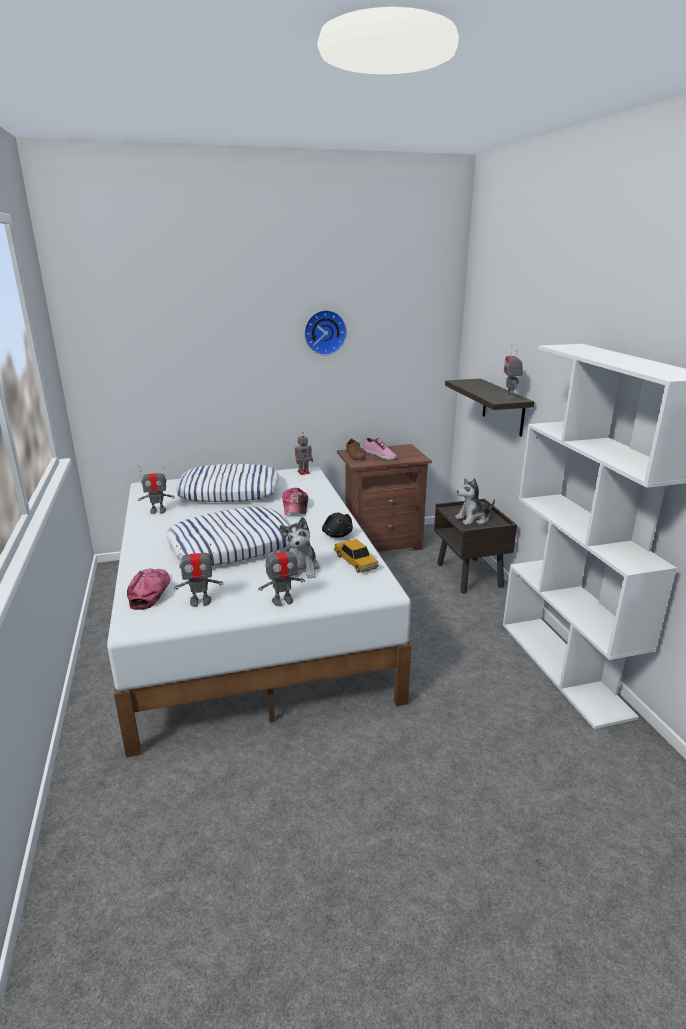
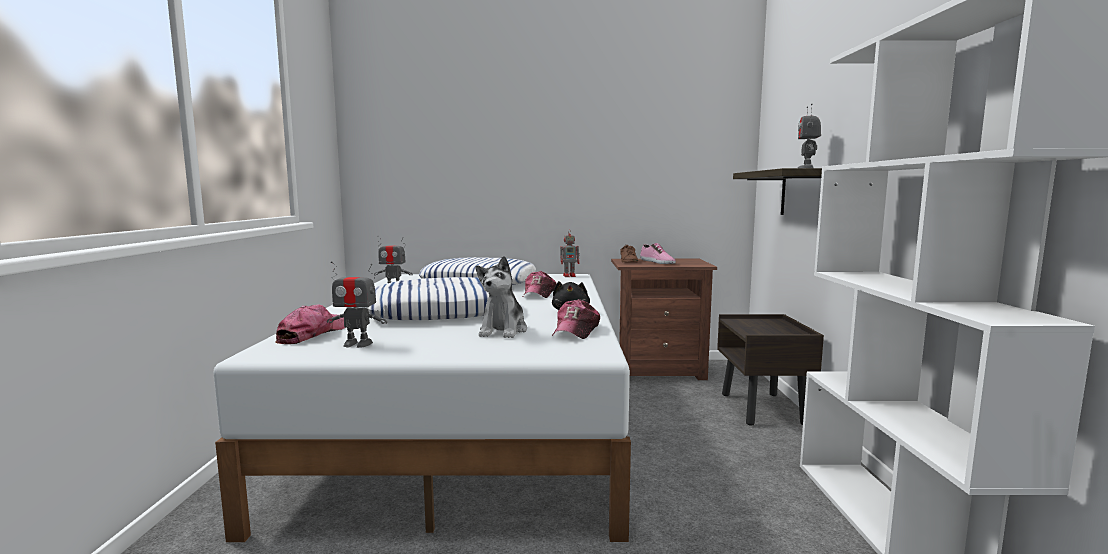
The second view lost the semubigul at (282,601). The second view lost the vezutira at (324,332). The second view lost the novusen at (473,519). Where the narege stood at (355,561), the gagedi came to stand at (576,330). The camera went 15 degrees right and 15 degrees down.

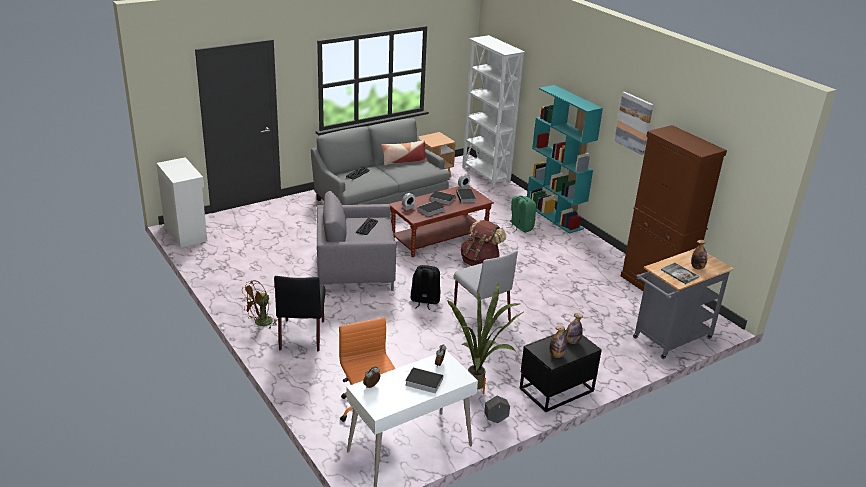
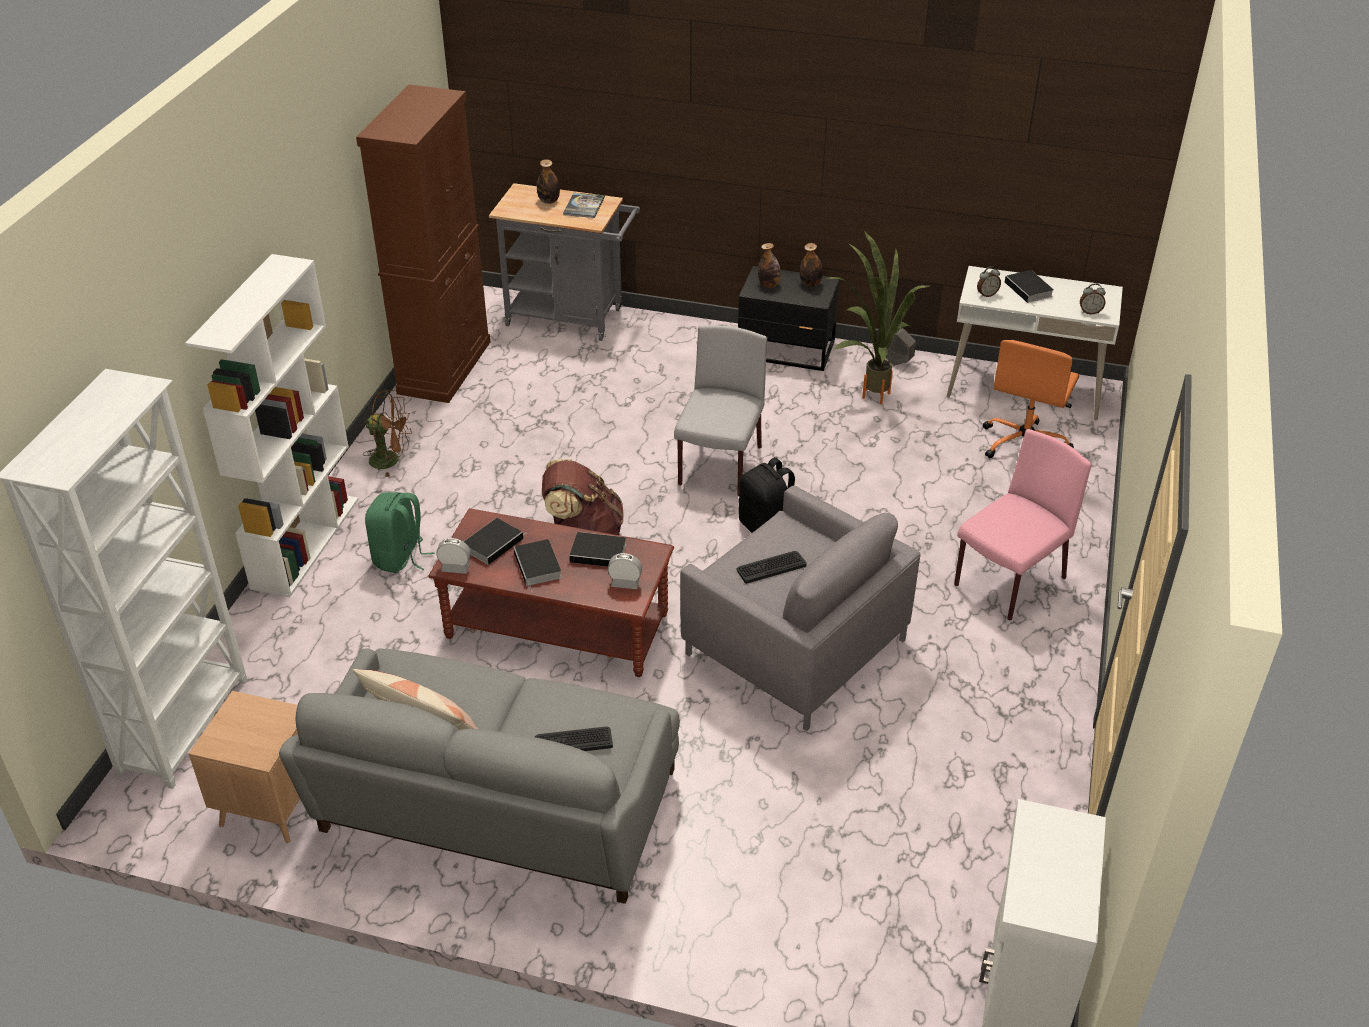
The second view lost the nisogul at (634,123). The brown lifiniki ended up elsewhere, having gone from (260,323) to (391,460). What was the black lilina at (302,334) turned into the pink lilina at (1008,583). What was the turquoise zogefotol at (554,216) turned into the white zogefotol at (305,542). The camera went 130 degrees left and 10 degrees up.

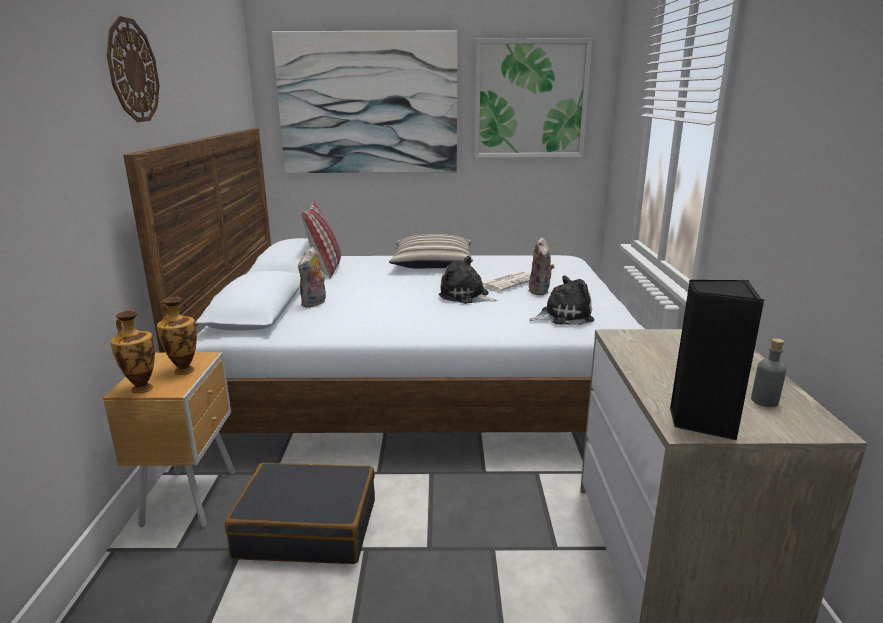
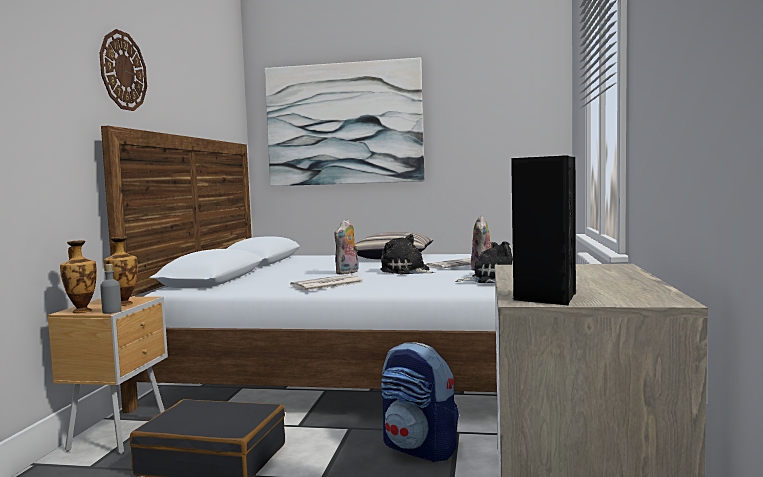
The second view lost the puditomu at (325,268). The second view lost the nisogul at (530,99). The second view gained the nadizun at (327,284). The second view gained the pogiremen at (420,448). The novusen ended up elsewhere, having gone from (314,303) to (347,273). The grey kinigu ended up elsewhere, having gone from (764,401) to (112,311). The camera went 10 degrees right and 15 degrees down.

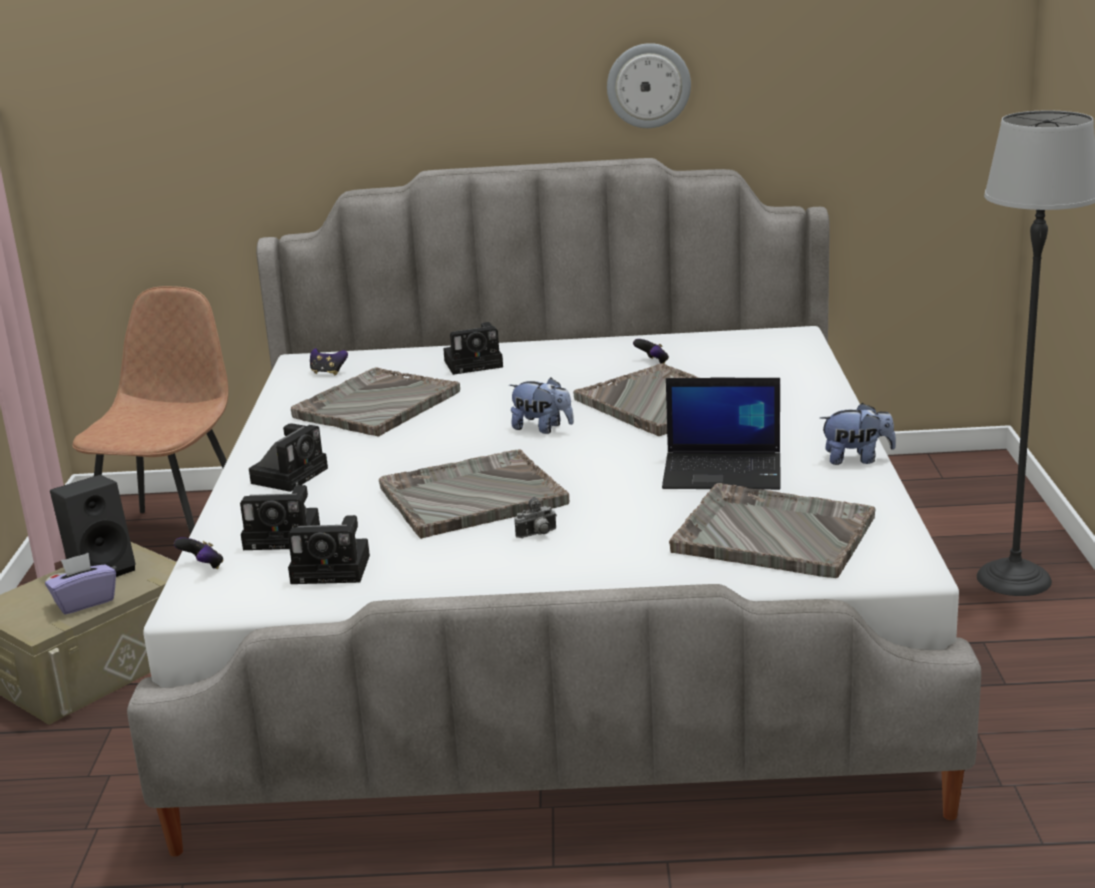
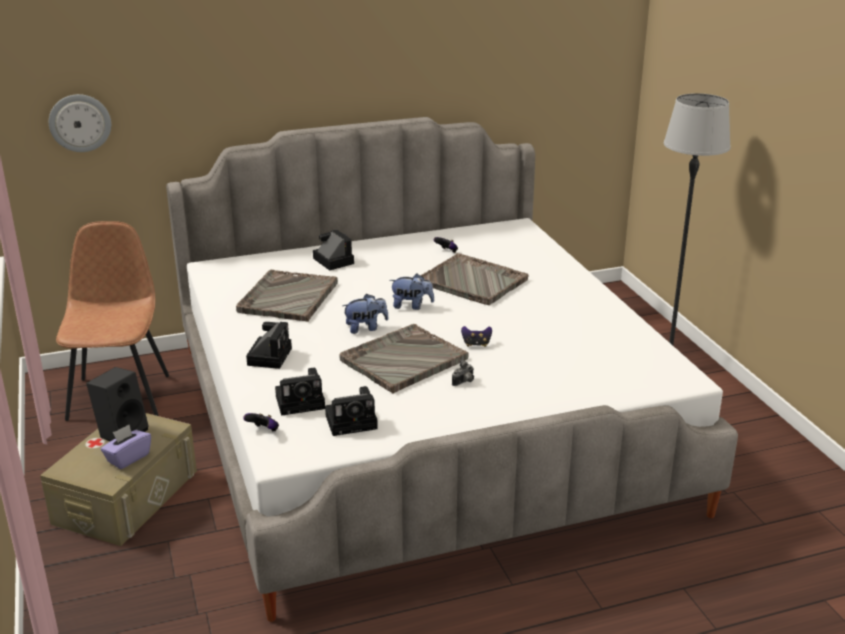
The second view lost the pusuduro at (724,472). The second view lost the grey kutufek at (771,534). The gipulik ended up elsewhere, having gone from (328,372) to (476,344). The vezutira ended up elsewhere, having gone from (648,85) to (80,122). The novusen ended up elsewhere, having gone from (857,459) to (365,328). The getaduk at (476,363) ended up facing another way, 90 degrees counterclockwise from before. The camera went 20 degrees left and 5 degrees up.

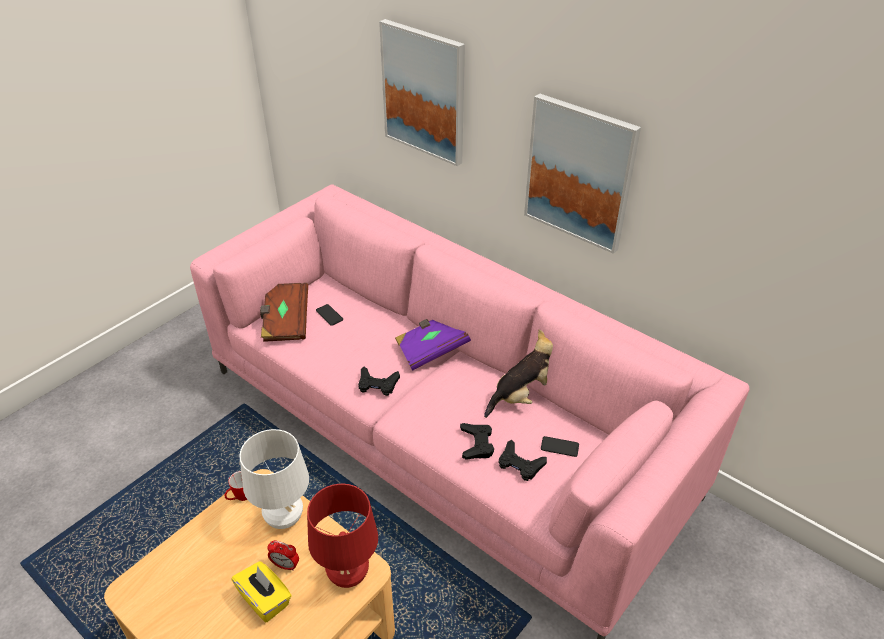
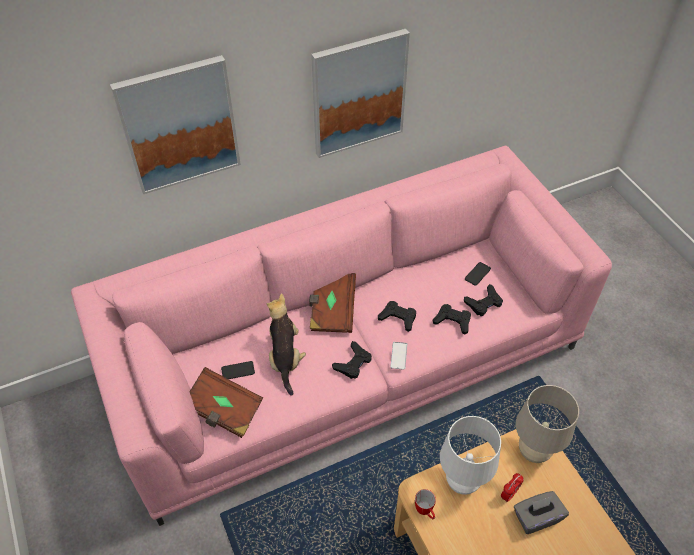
The second view gained the black gipulik at (398,318). The second view gained the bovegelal at (398,355). The novusen ended up elsewhere, having gone from (522,396) to (285,357). What was the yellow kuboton at (265,599) turned into the grey kuboton at (536,517). What was the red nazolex at (348,575) turned into the beige nazolex at (533,452). What was the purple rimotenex at (432,349) turned into the brown rimotenex at (331,310). The camera went 65 degrees left and 10 degrees up.

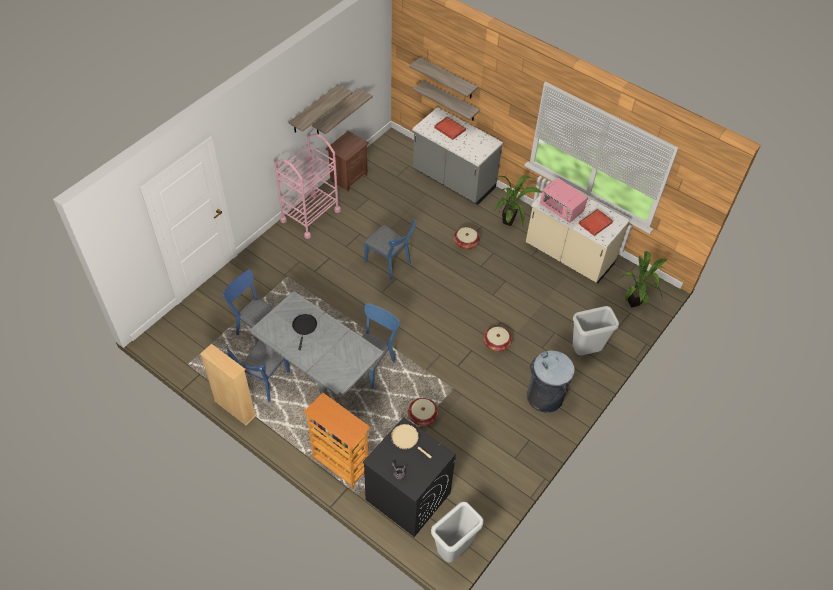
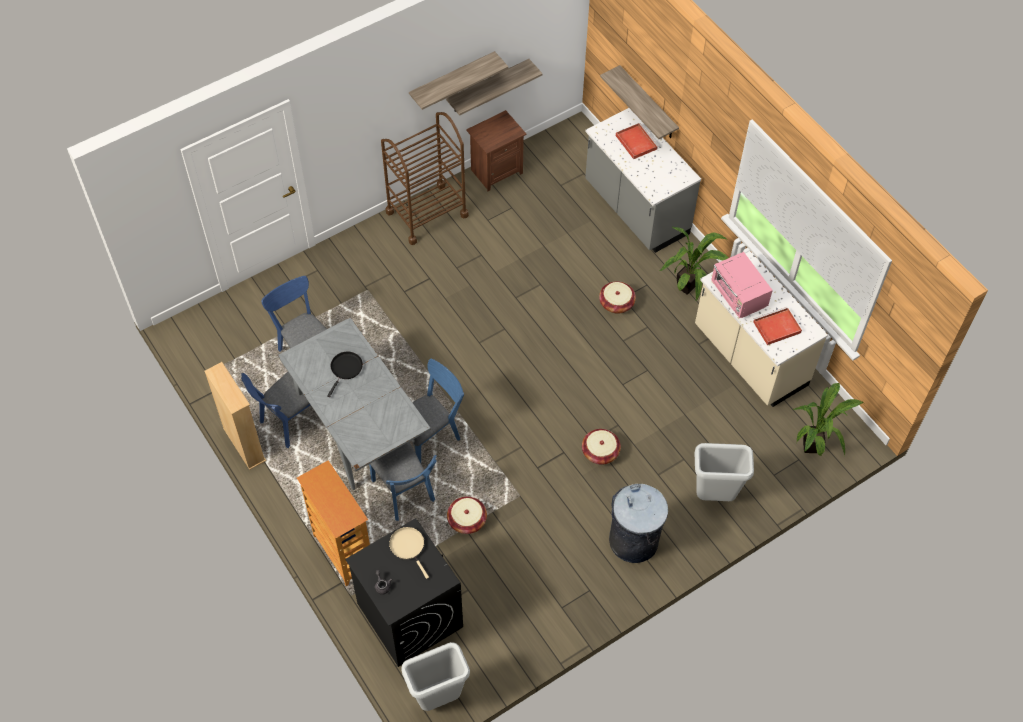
The second view lost the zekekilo at (448,78). The blue lilina ended up elsewhere, having gone from (390,264) to (405,494). What was the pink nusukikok at (310,216) turned into the brown nusukikok at (427,213). The camera went 20 degrees right and 5 degrees up.

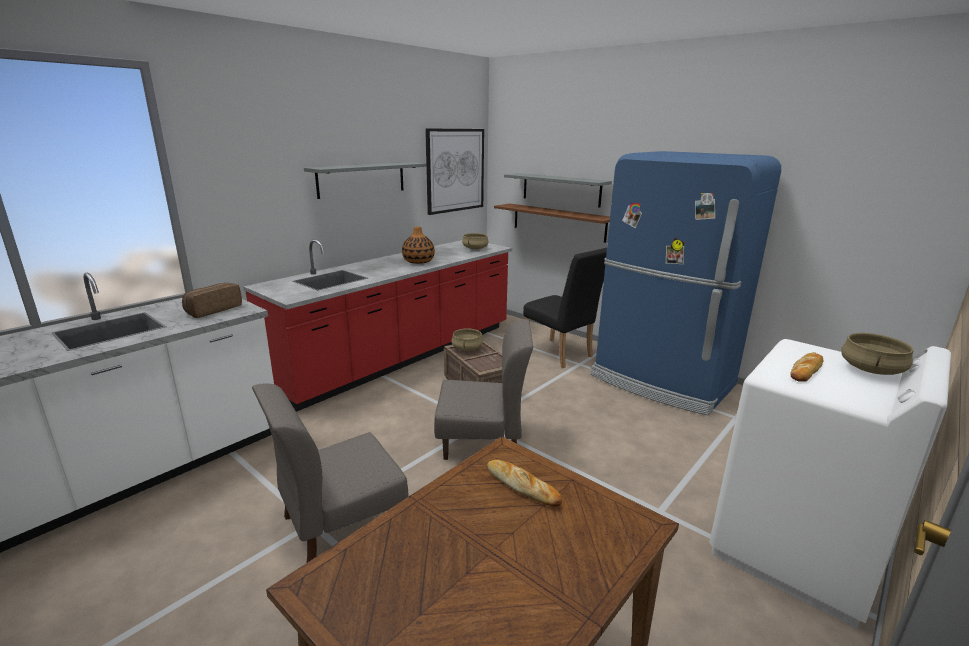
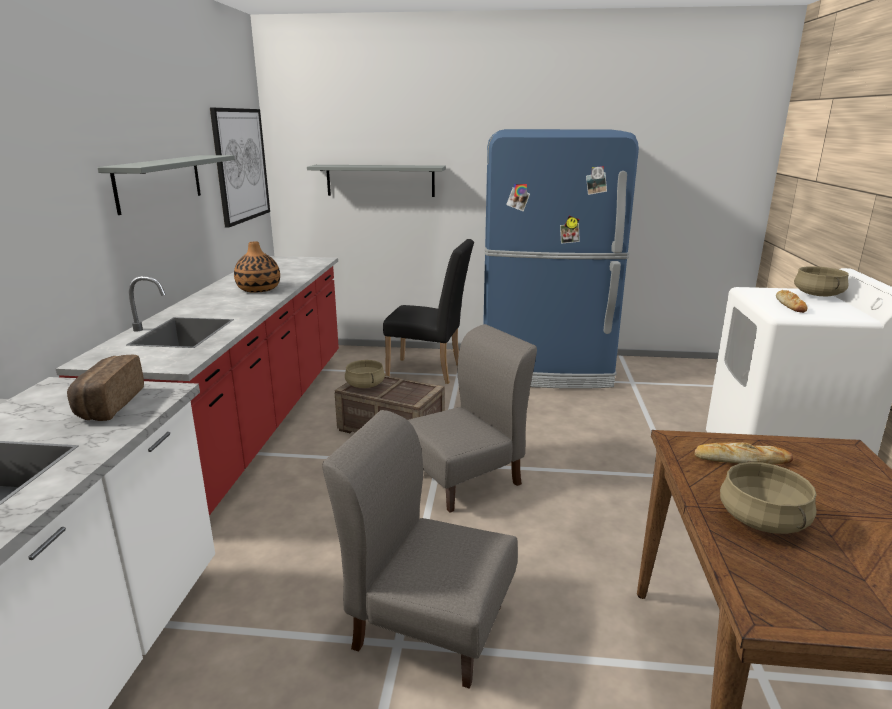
The second view lost the brown zekekilo at (558,222). The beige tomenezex ended up elsewhere, having gone from (475,248) to (763,520). The grey lilina at (340,522) ended up facing another way, 90 degrees clockwise from before. The camera went 35 degrees left and 0 degrees up.

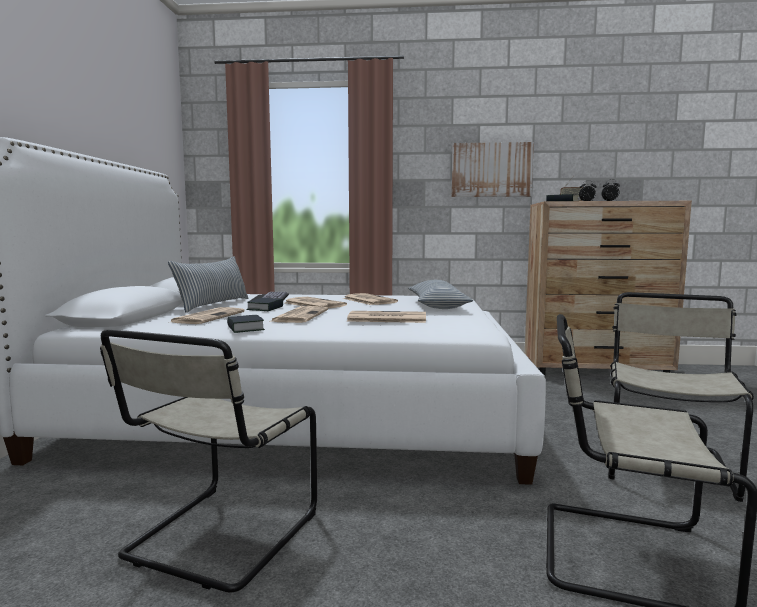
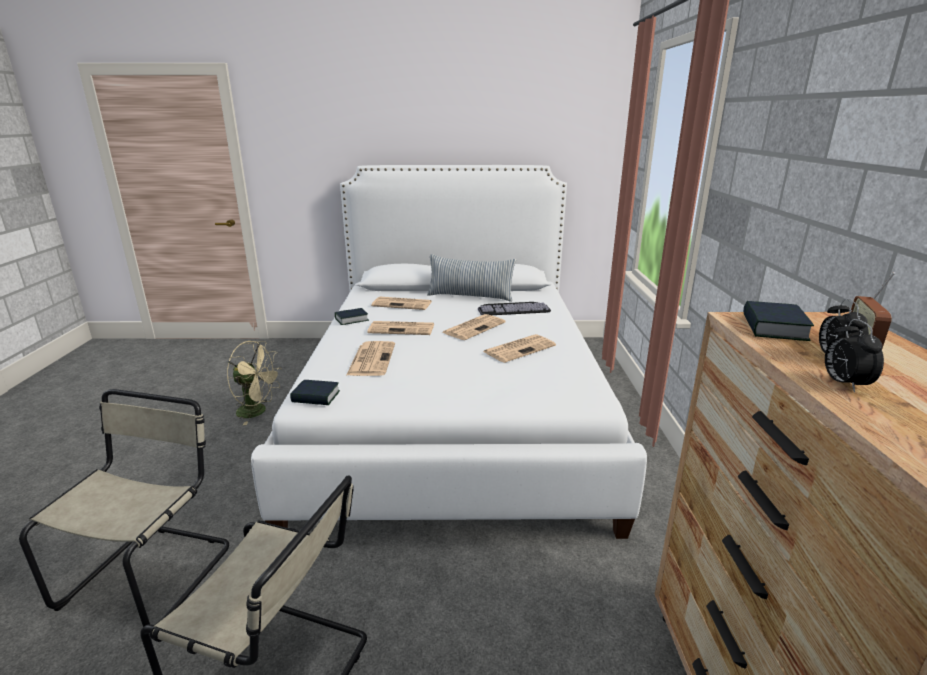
The second view lost the puditomu at (437,306). The second view lost the nisogul at (491,170). The rimotenex ended up elsewhere, having gone from (265,308) to (316,397). Where the beige lilina stood at (218,538), the beige lifiniki came to stand at (258,412). The camera went 85 degrees right and 15 degrees up.

